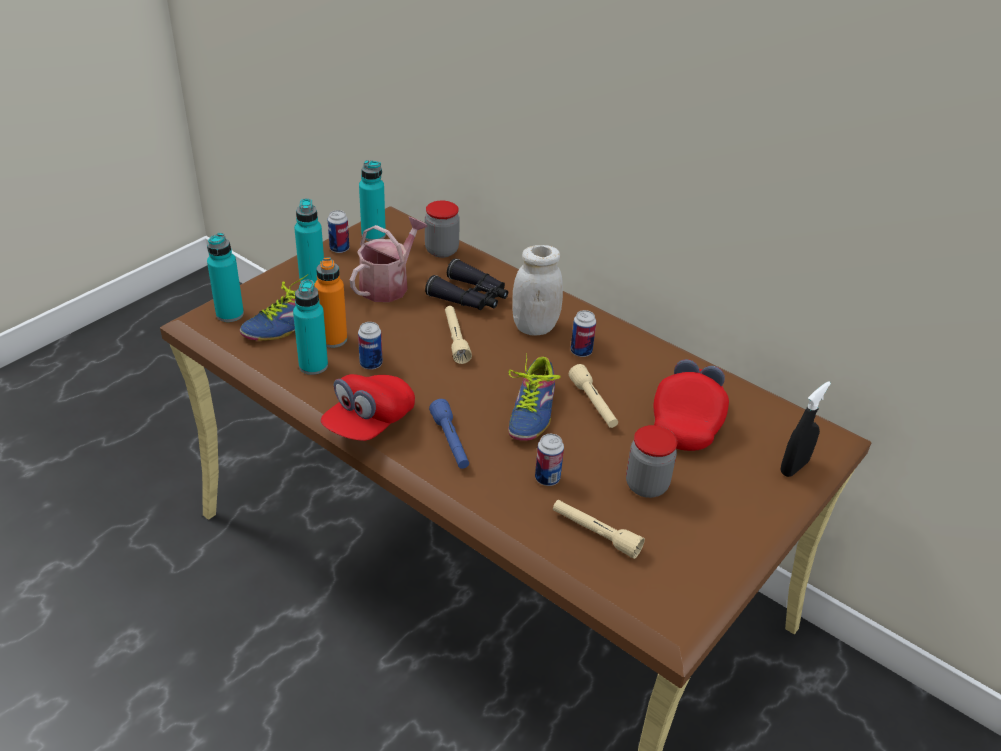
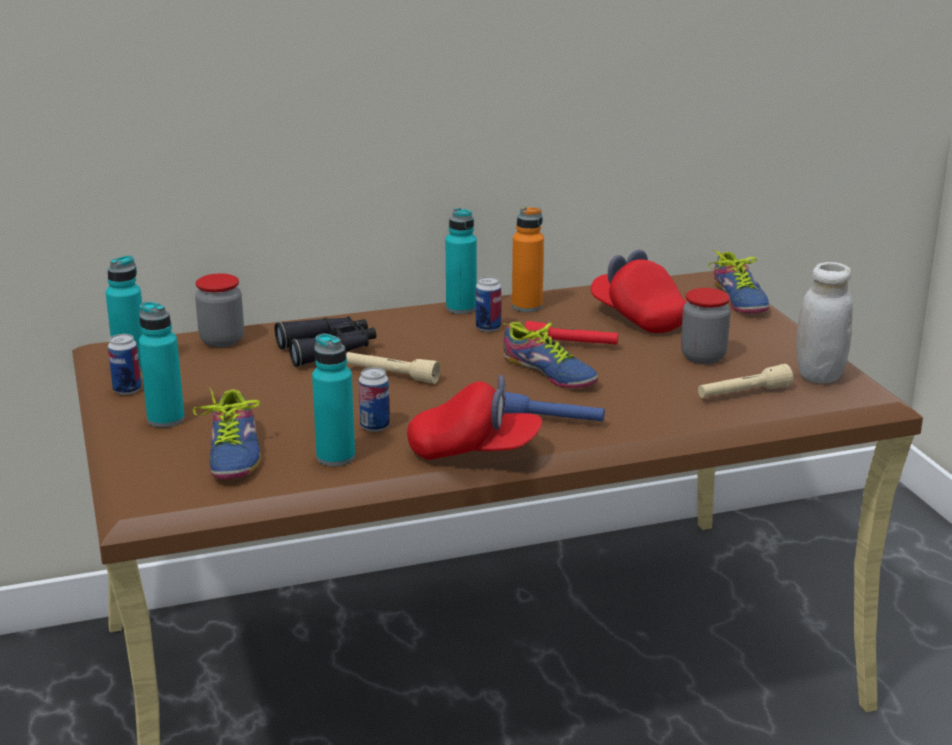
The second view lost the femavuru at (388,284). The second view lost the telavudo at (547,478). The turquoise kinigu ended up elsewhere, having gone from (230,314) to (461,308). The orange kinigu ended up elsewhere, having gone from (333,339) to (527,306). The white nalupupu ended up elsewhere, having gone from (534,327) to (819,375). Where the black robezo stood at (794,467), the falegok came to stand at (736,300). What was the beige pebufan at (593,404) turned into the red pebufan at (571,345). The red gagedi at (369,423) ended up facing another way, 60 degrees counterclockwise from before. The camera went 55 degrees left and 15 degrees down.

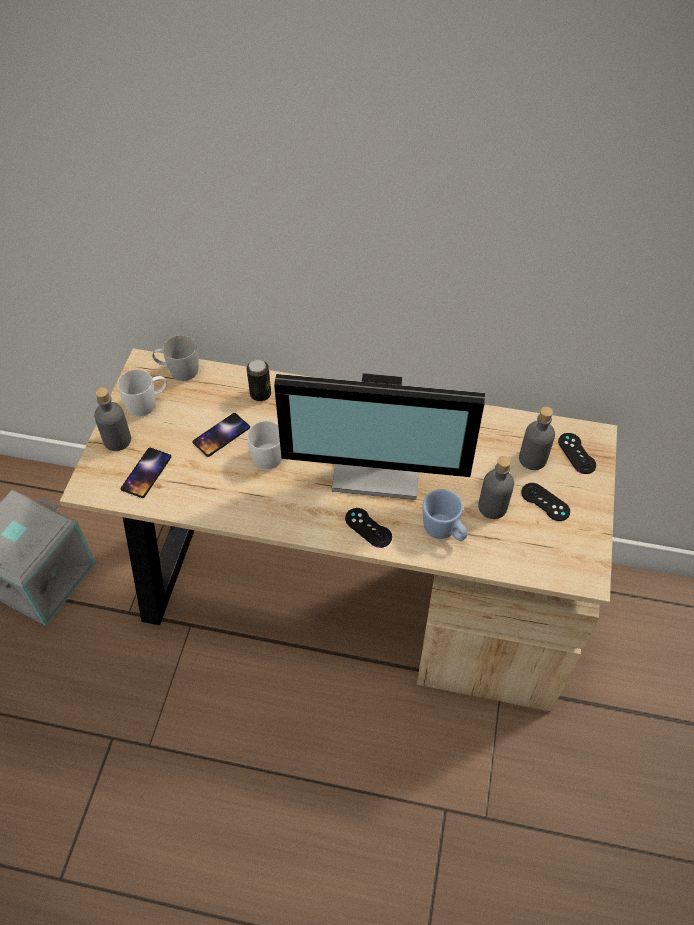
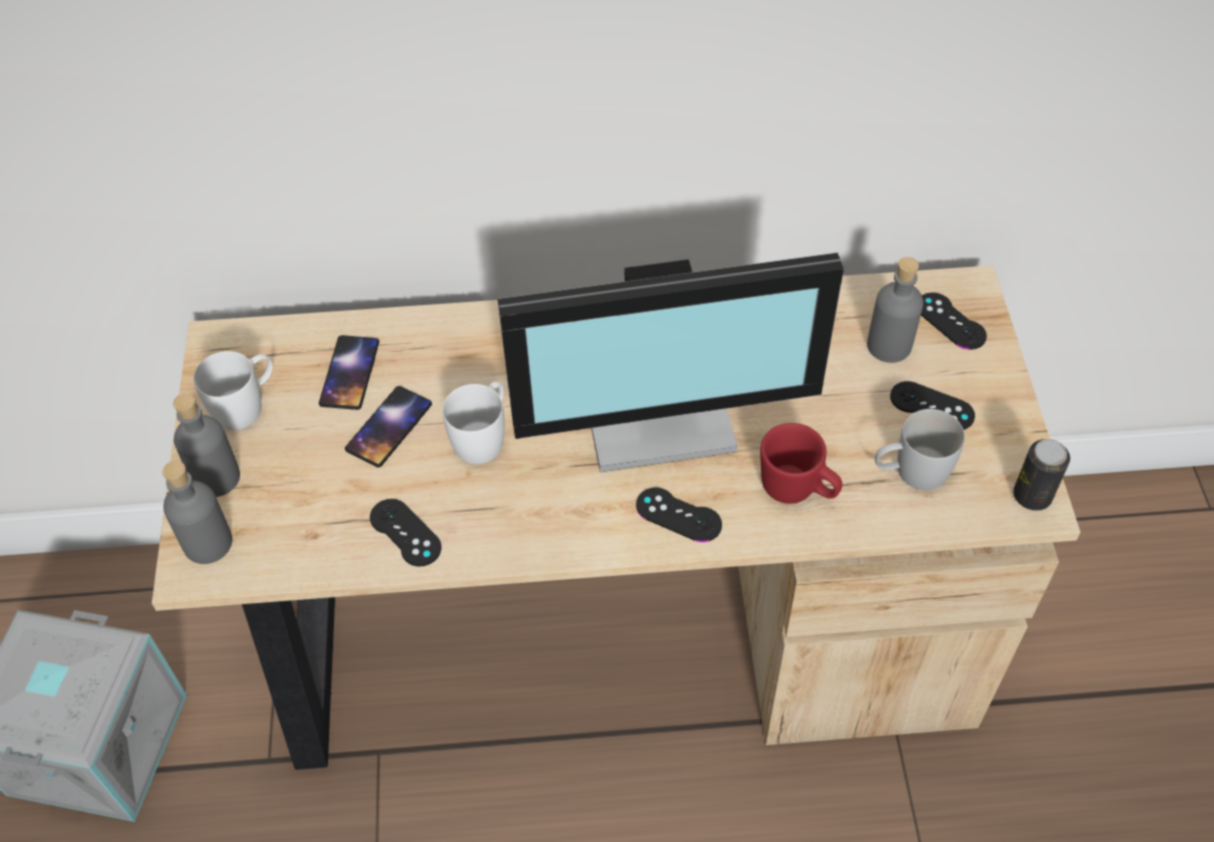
The second view gained the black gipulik at (405,533). The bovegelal ended up elsewhere, having gone from (146,473) to (350,373). The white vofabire ended up elsewhere, having gone from (178,370) to (911,472). The telavudo ended up elsewhere, having gone from (260,394) to (1032,496). The grey kinigu ended up elsewhere, having gone from (492,507) to (208,543). What was the blue vofabire at (444,531) turned into the red vofabire at (797,490). The camera went 15 degrees left and 0 degrees up.

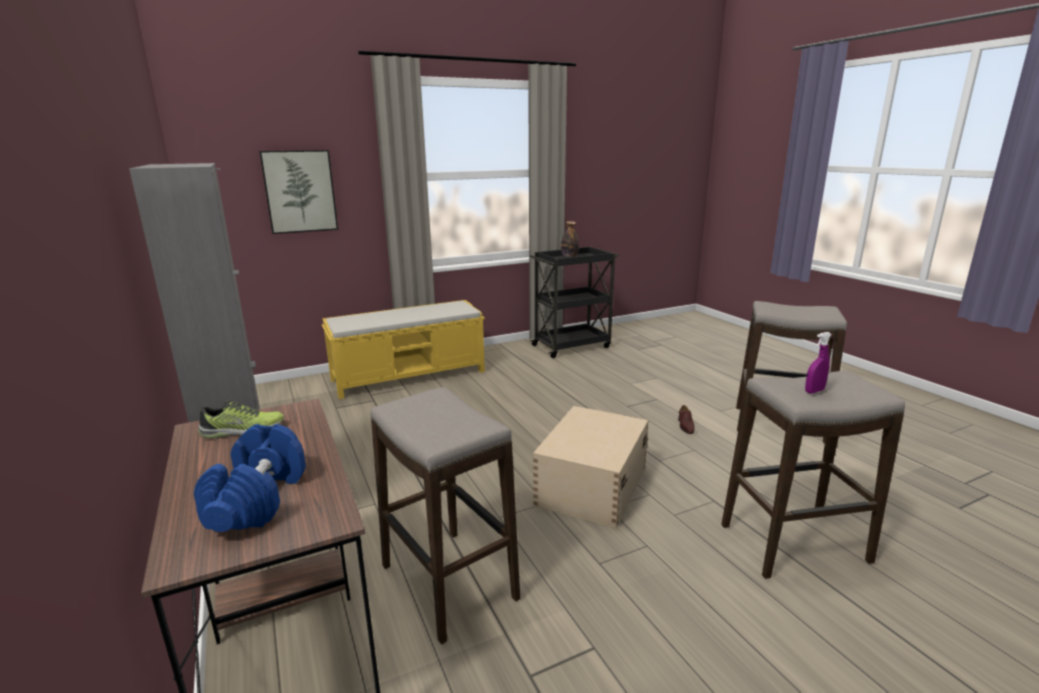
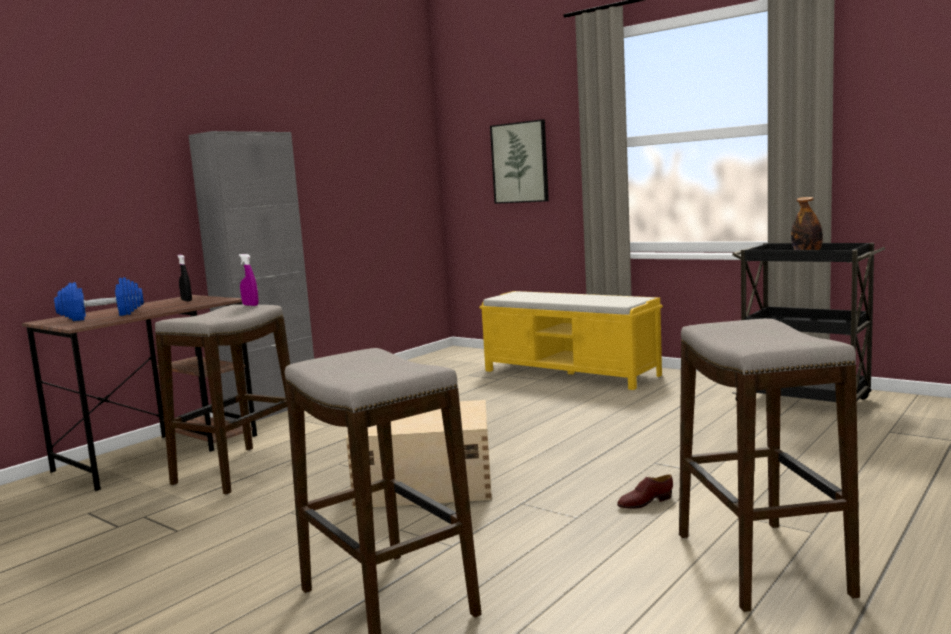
The purple robezo ended up elsewhere, having gone from (814,391) to (250,305). Where the falegok stood at (242,431), the black robezo came to stand at (186,300). The camera went 65 degrees right and 10 degrees down.

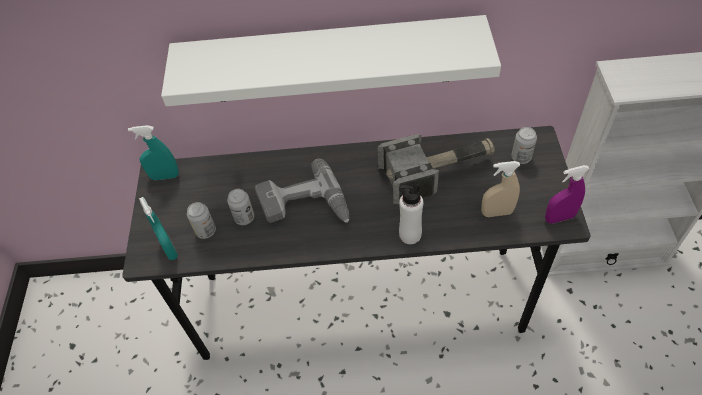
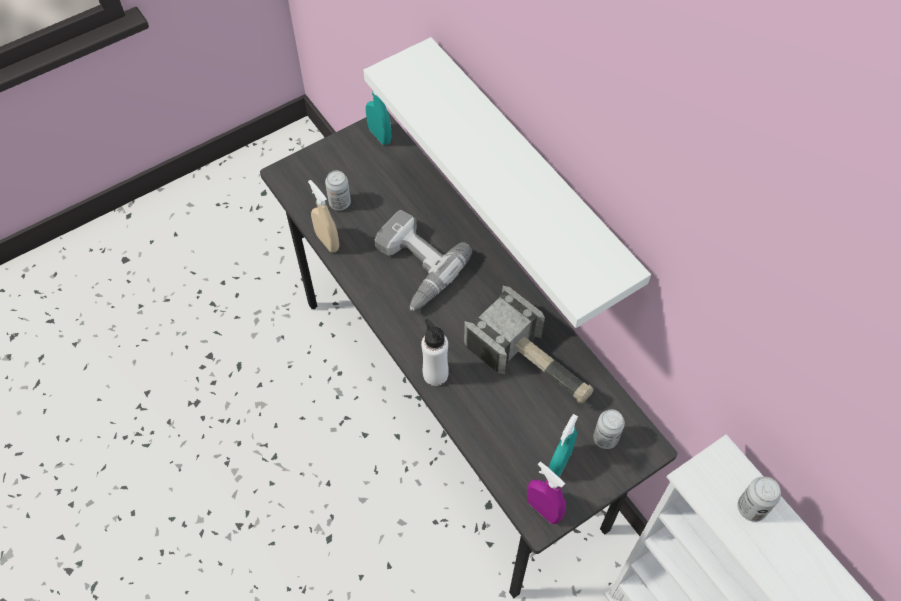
The turquoise robezo ended up elsewhere, having gone from (169,249) to (559,464). The telavudo ended up elsewhere, having gone from (244,218) to (751,508). The beige robezo ended up elsewhere, having gone from (497,212) to (327,241). The camera went 55 degrees right and 5 degrees up.

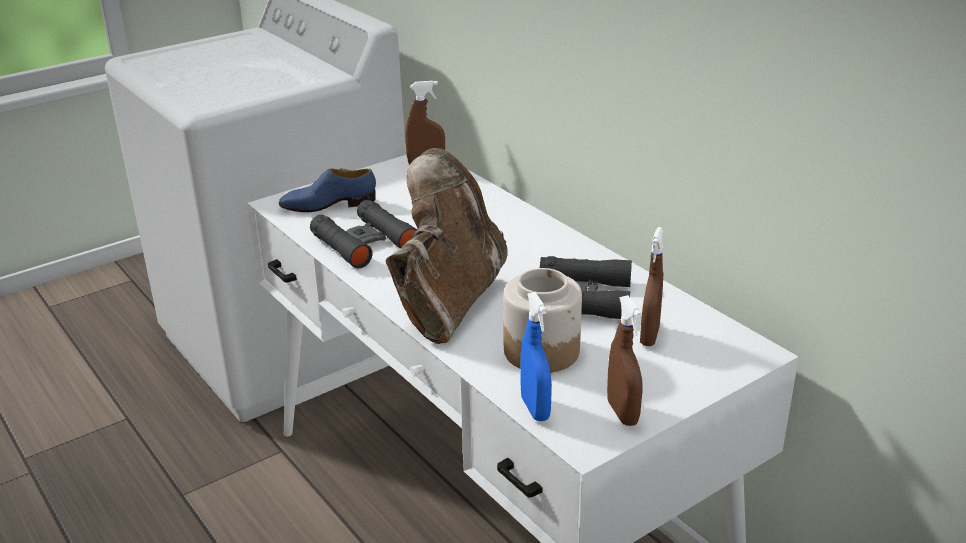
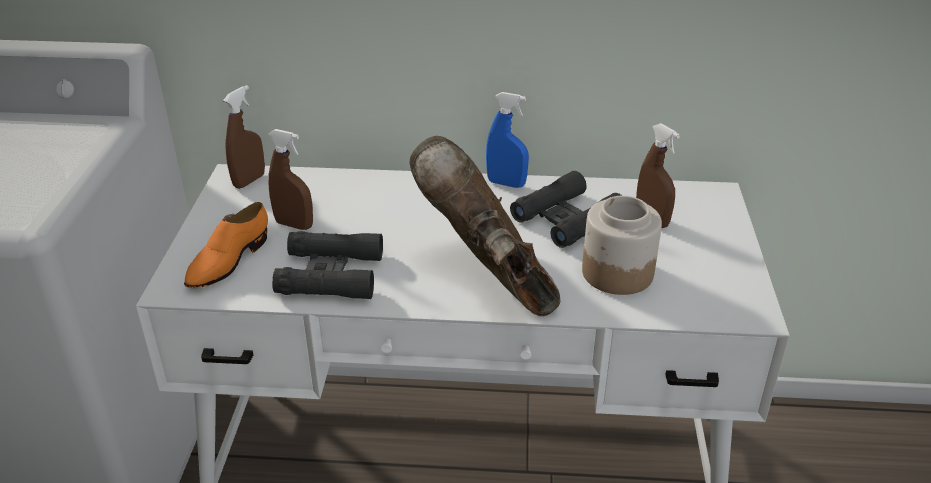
The blue robezo ended up elsewhere, having gone from (535,409) to (506,183). The brown robezo ended up elsewhere, having gone from (622,413) to (294,225). What was the blue falegok at (328,205) turned into the orange falegok at (228,261). The camera went 50 degrees left and 5 degrees up.

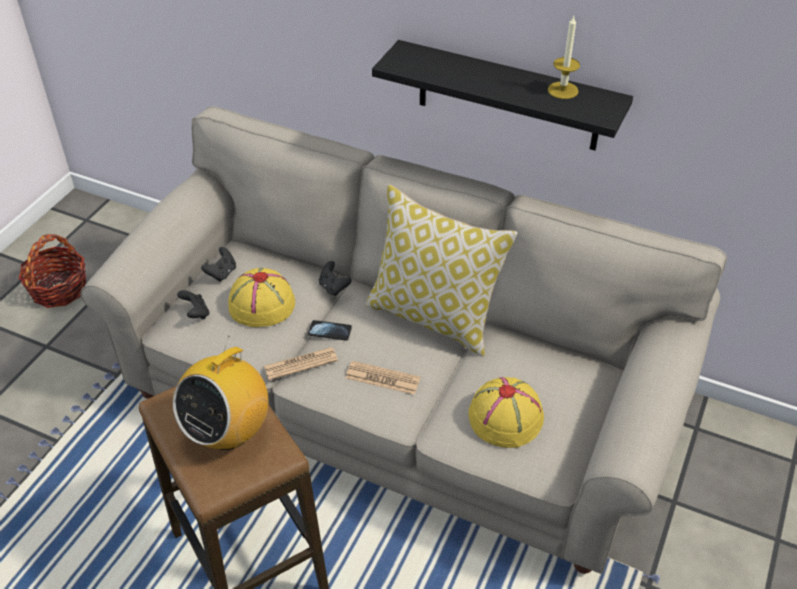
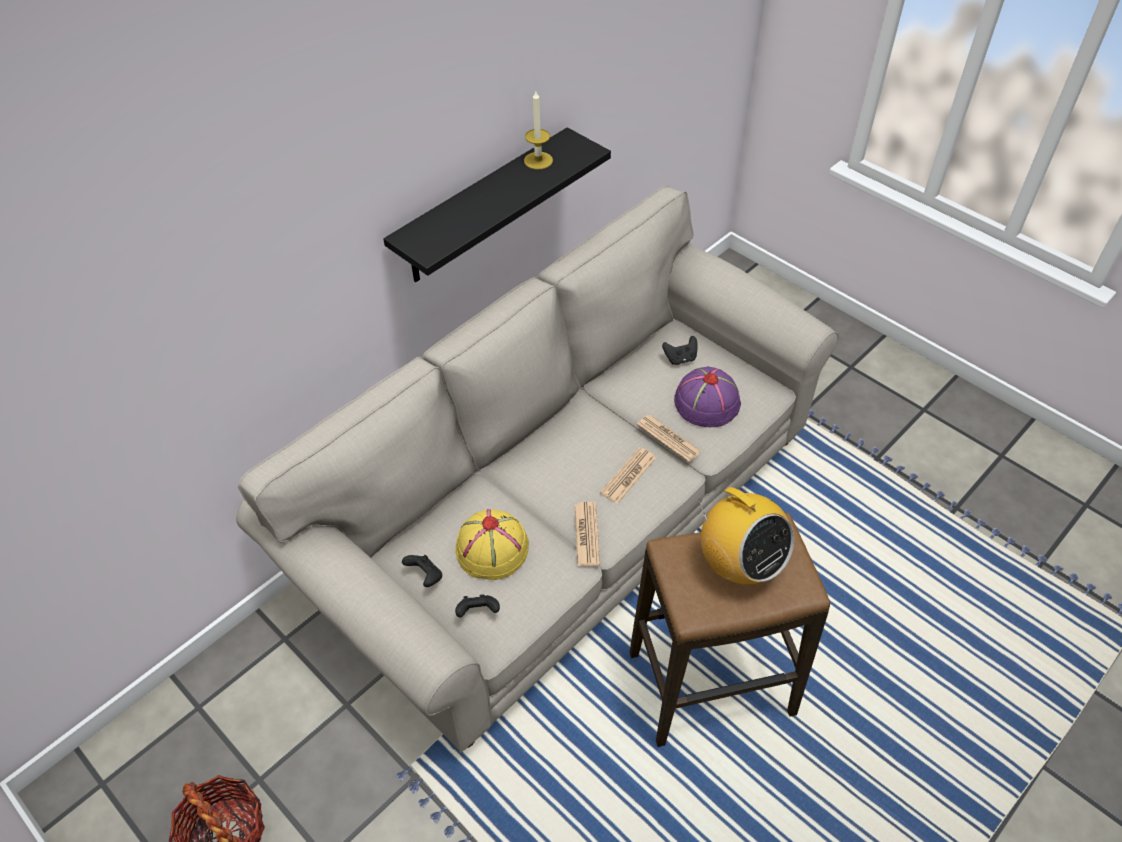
The second view lost the bovegelal at (330,331). The second view lost the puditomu at (434,317). The second view gained the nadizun at (668,438). The black gipulik ended up elsewhere, having gone from (333,287) to (680,358). What was the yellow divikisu at (506,417) turned into the purple divikisu at (706,402). The camera went 70 degrees left and 5 degrees up.

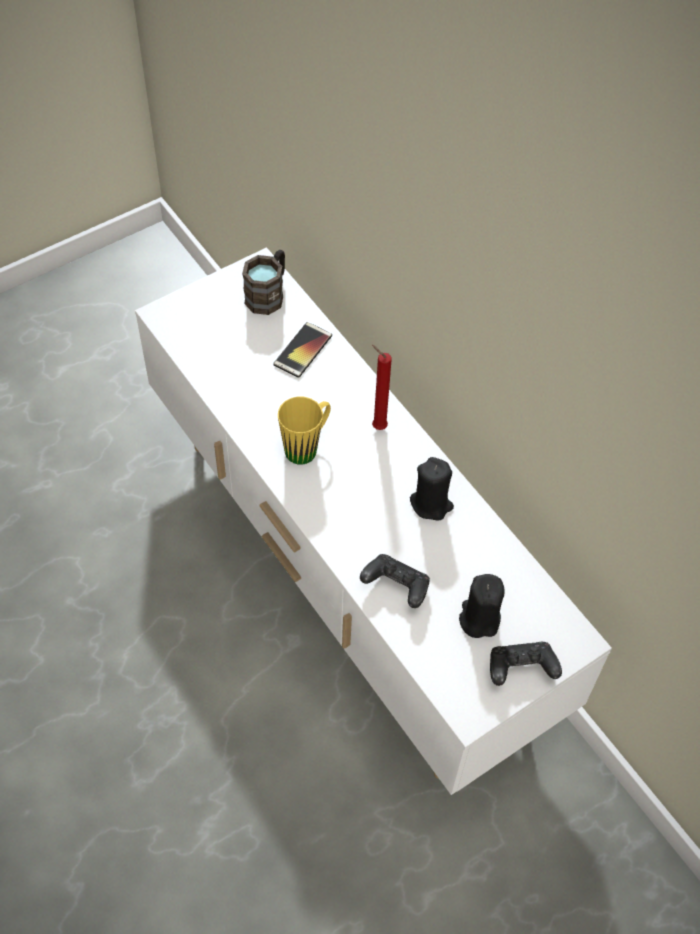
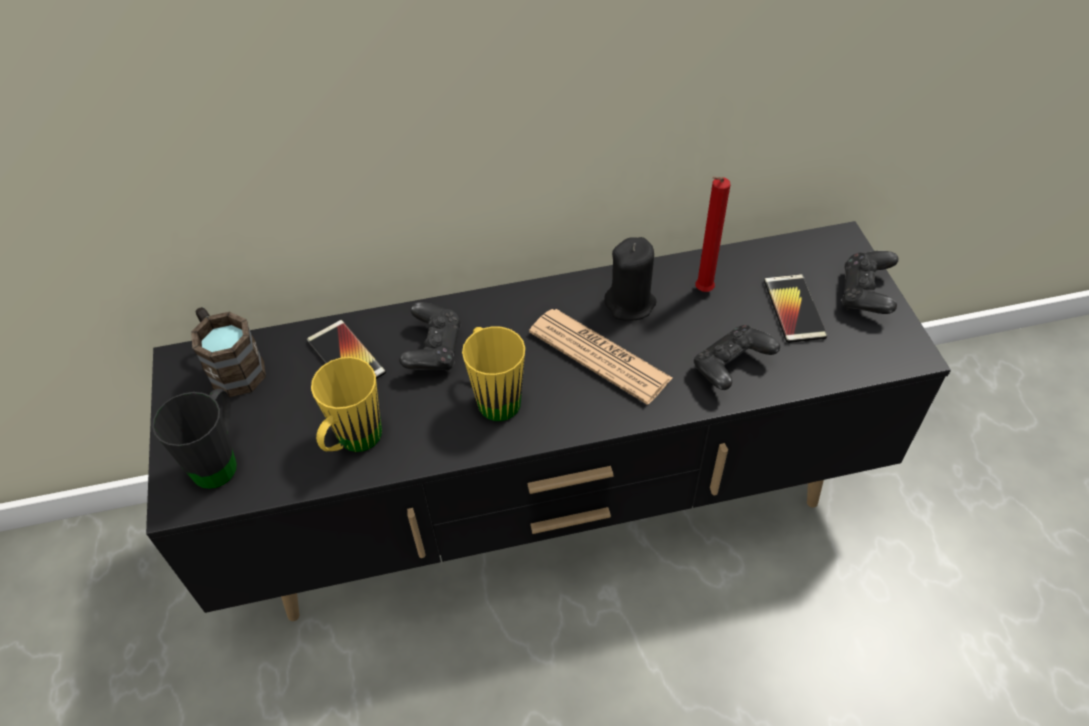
The second view gained the black vofabire at (221,459). The second view gained the yellow vofabire at (353,444). The second view gained the black gipulik at (433,350). The second view gained the nadizun at (599,356). The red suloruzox ended up elsewhere, having gone from (377,426) to (701,292). Where the black suloruzox stood at (479,619), the bovegelal came to stand at (794,309). What was the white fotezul at (348,578) turned into the black fotezul at (551,510). The camera went 65 degrees left and 5 degrees down.

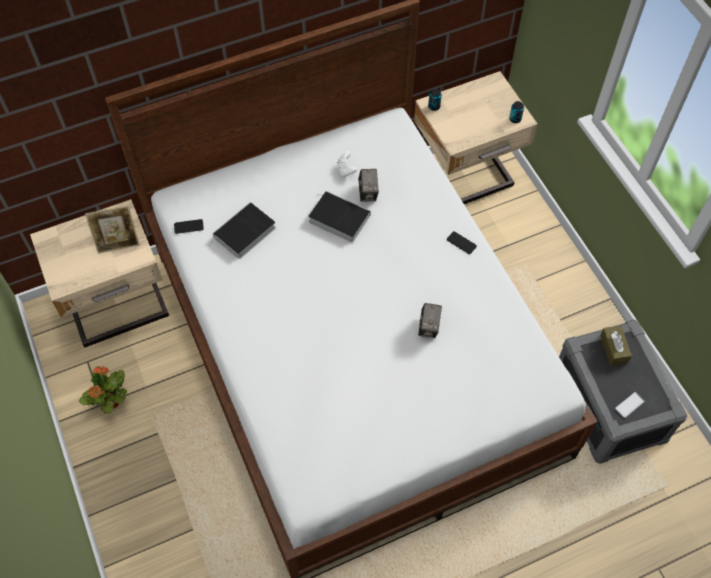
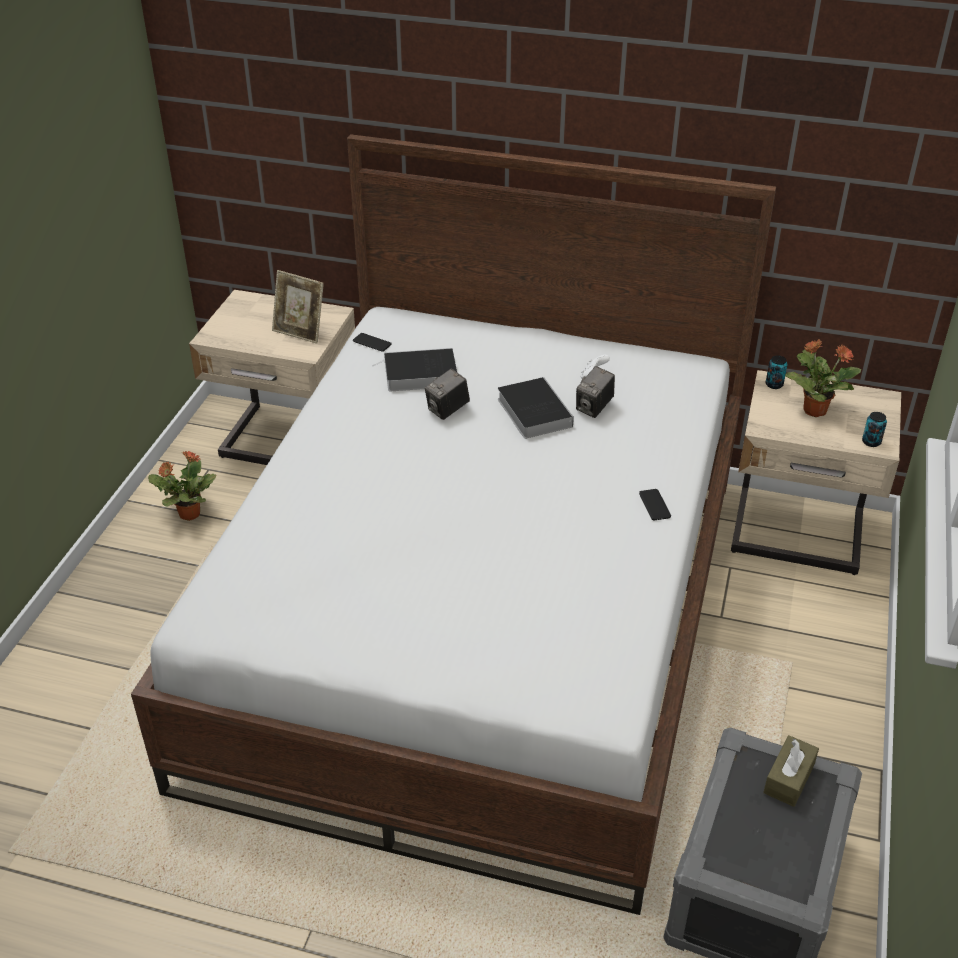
The second view lost the bovegelal at (629,405). The second view gained the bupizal at (814,410). The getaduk ended up elsewhere, having gone from (429,327) to (447,410). The camera went 40 degrees right and 20 degrees down.

